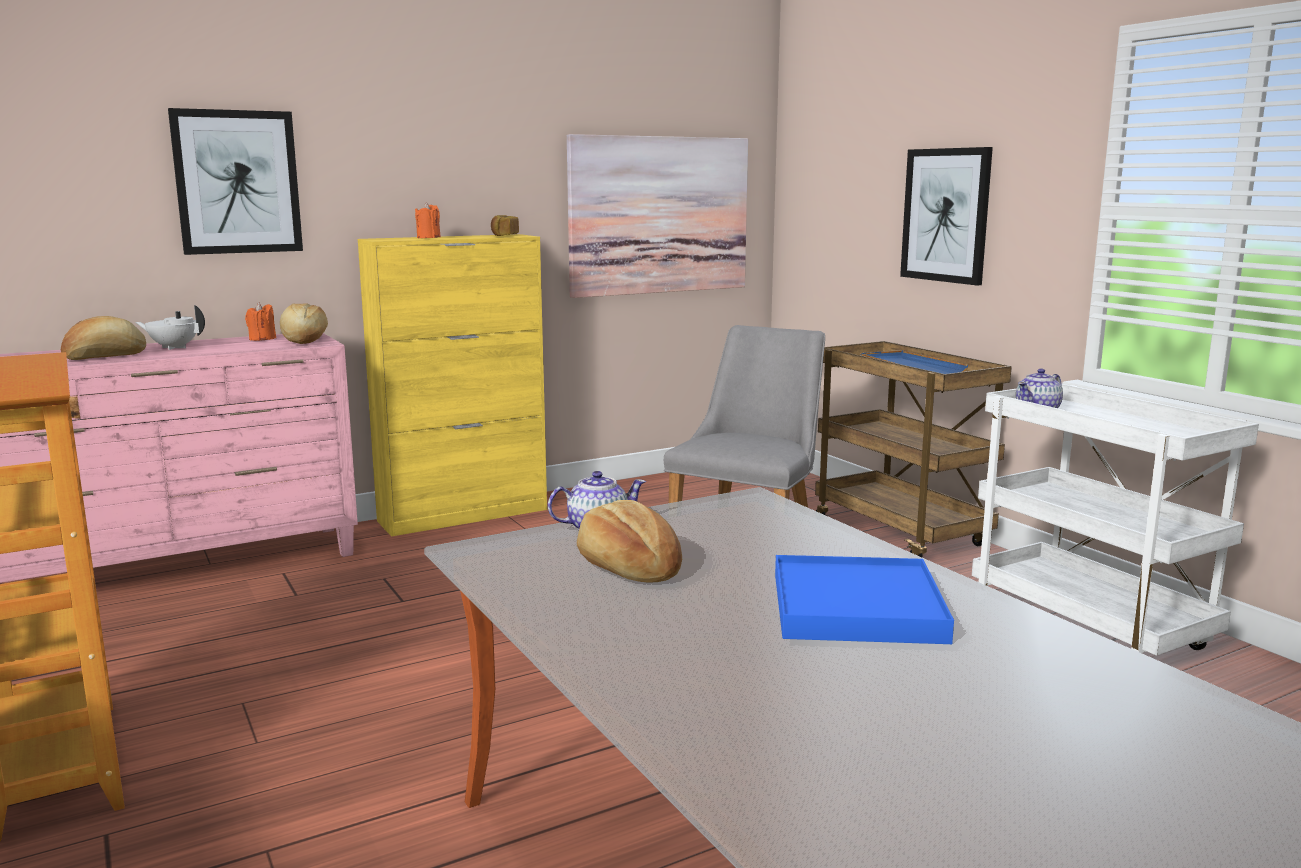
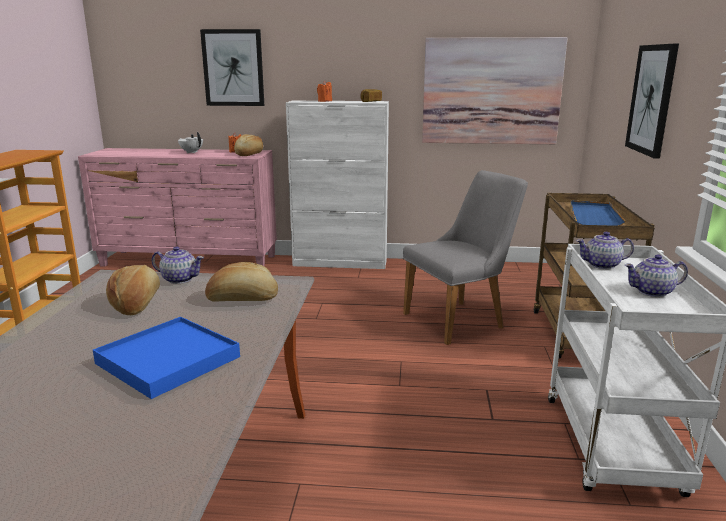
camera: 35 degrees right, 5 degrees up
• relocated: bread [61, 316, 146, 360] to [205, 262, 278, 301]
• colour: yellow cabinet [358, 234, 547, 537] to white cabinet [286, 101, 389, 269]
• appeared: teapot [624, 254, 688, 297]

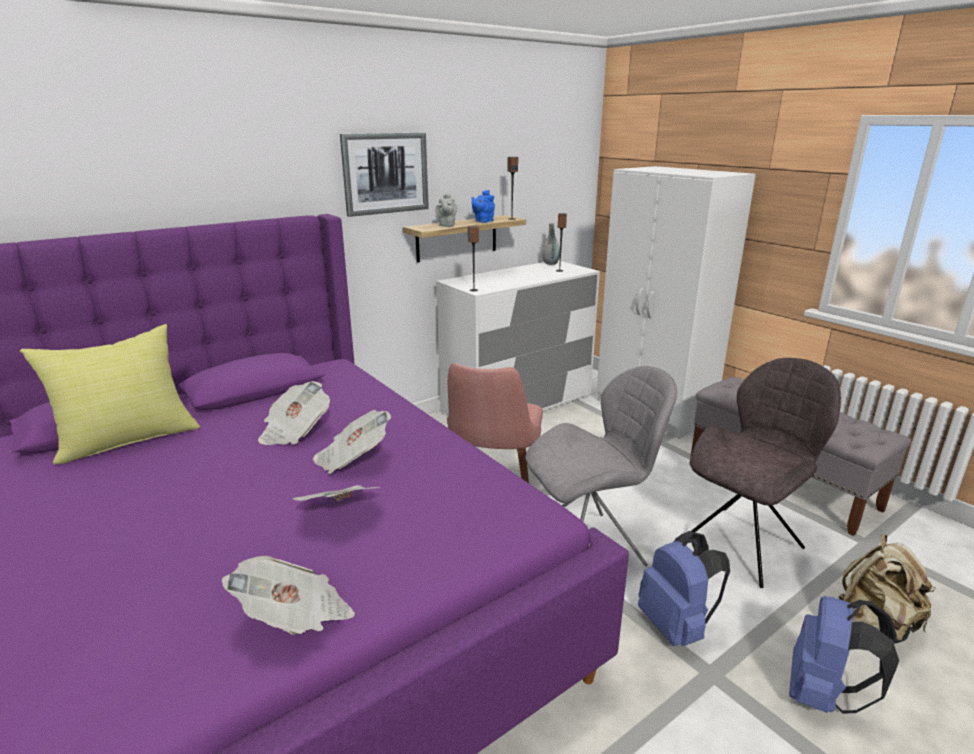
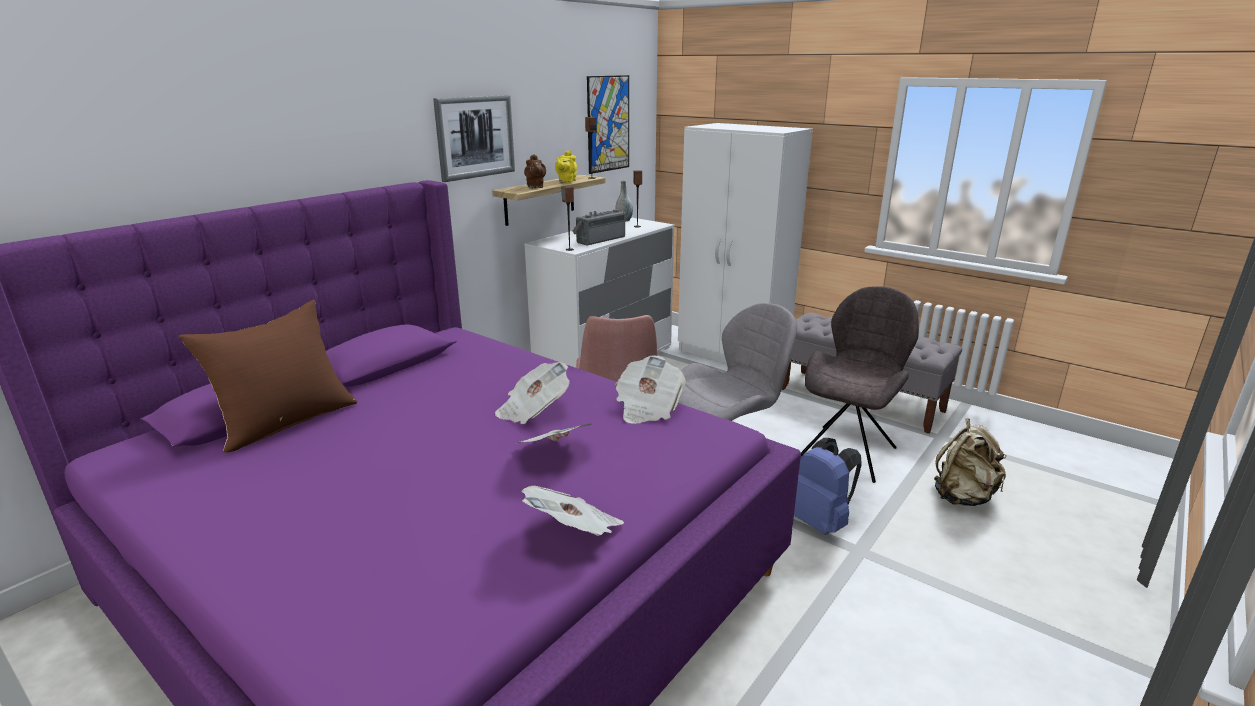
camera: 15 degrees left, 0 degrees up
• colour: yellow pillow [20, 324, 200, 464] to brown pillow [178, 300, 357, 453]
• relocated: newspaper [258, 381, 330, 445] to [615, 355, 686, 424]
• colour: grey teapot [435, 193, 457, 227] to brown teapot [524, 154, 546, 188]
• colour: blue teapot [472, 190, 495, 223] to yellow teapot [555, 150, 577, 183]
• missing: blue backpack [789, 596, 899, 714]
• appeared: radio [573, 209, 625, 246]
• appeared: picture [587, 75, 629, 174]

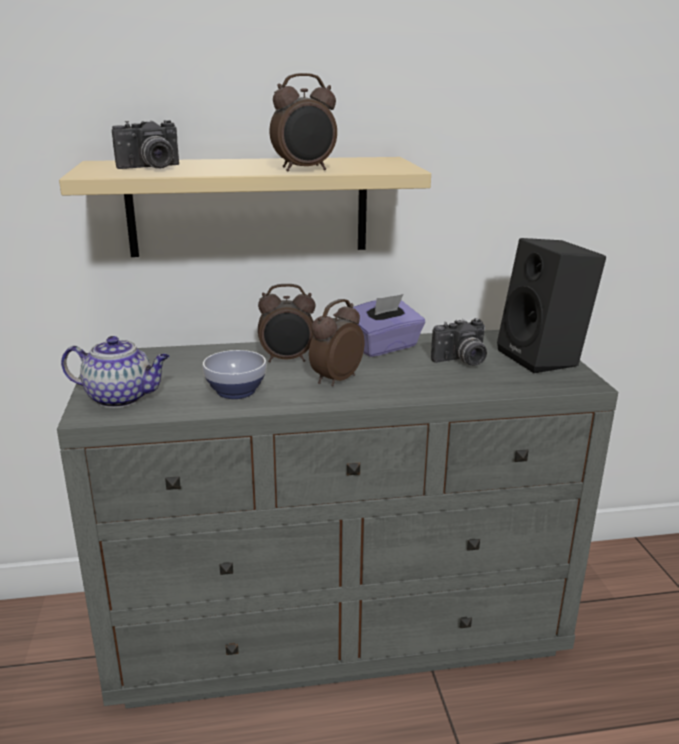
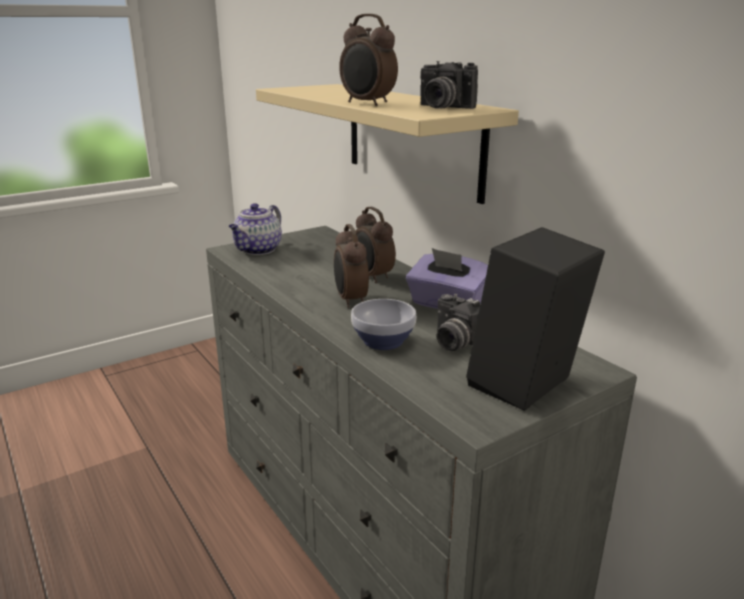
camera: 65 degrees right, 0 degrees up
• spun: teapot [61, 336, 170, 408] = [229, 203, 282, 255] 45 degrees clockwise
• relocated: photo camera [112, 120, 179, 169] to [421, 61, 478, 109]
• relocated: bowl [202, 350, 267, 399] to [351, 299, 417, 350]
• spun: alarm clock [309, 299, 364, 386] = [334, 224, 369, 308] 120 degrees counterclockwise

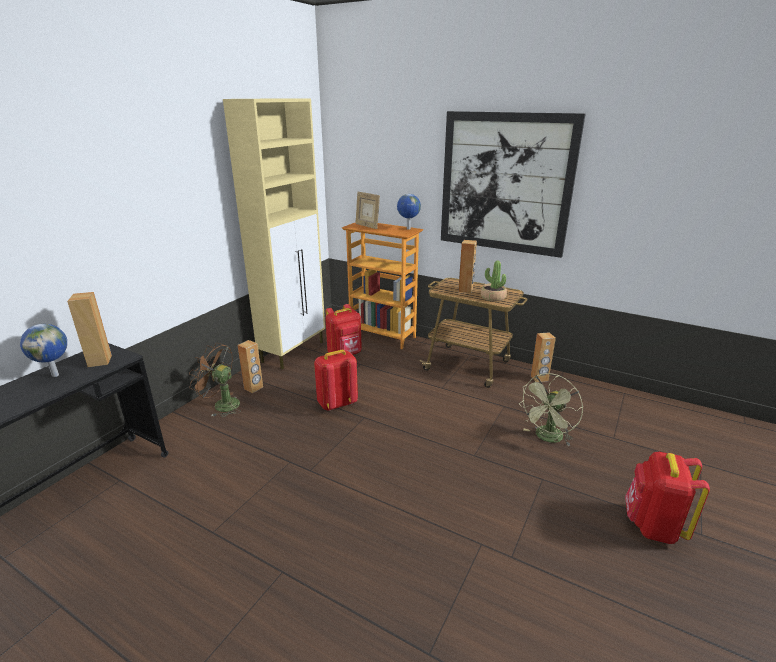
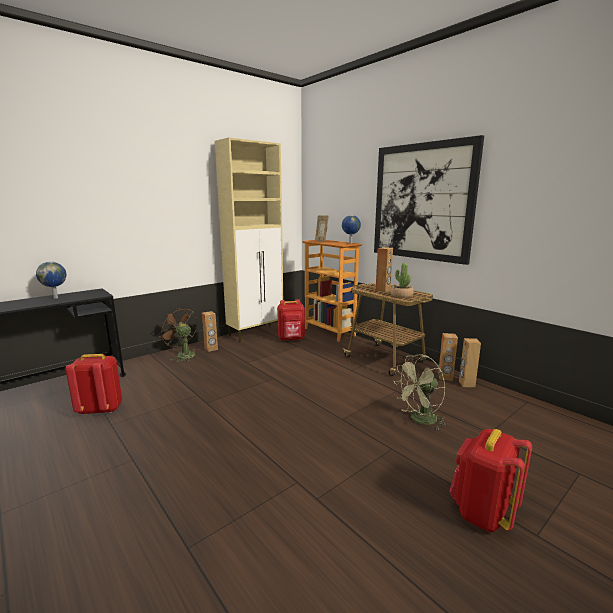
camera: 20 degrees right, 10 degrees down
• relocated: brown speaker [67, 292, 112, 367] to [459, 338, 481, 388]
• relocated: red backpack [314, 350, 358, 411] to [66, 354, 122, 415]

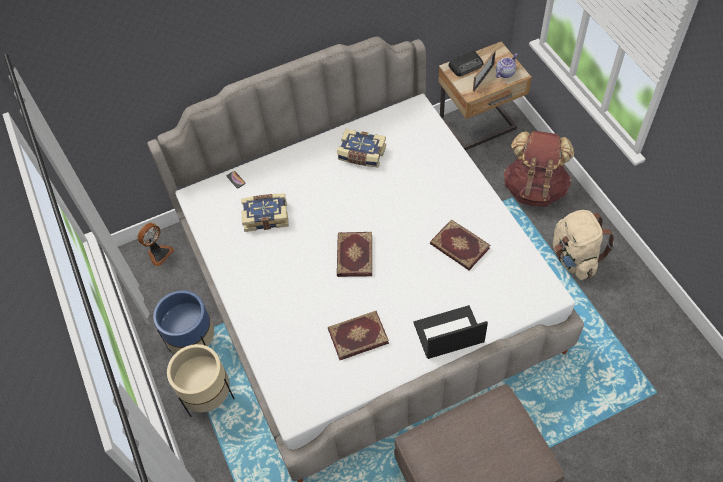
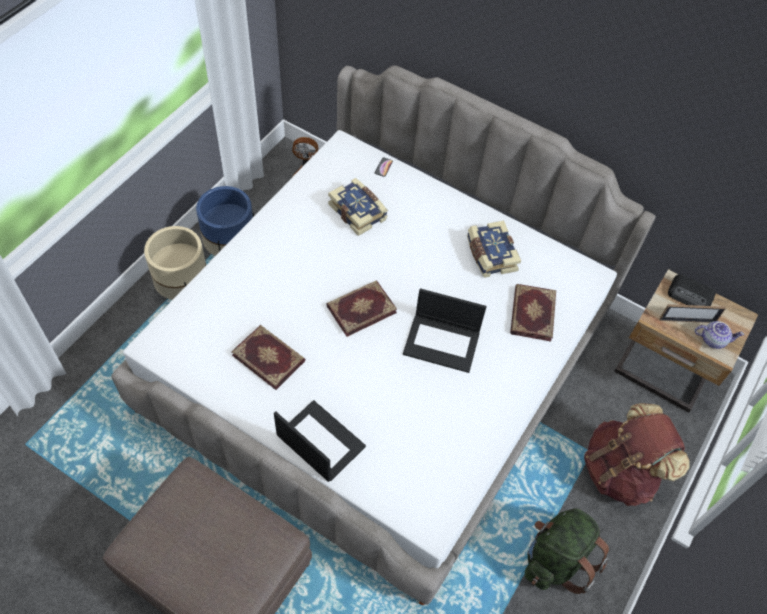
camera: 50 degrees right, 0 degrees up
• relocated: book [430, 219, 490, 270] to [510, 284, 556, 341]
• colour: beige backpack [553, 210, 614, 280] to green backpack [525, 508, 609, 594]
• appeared: laptop [403, 288, 486, 373]

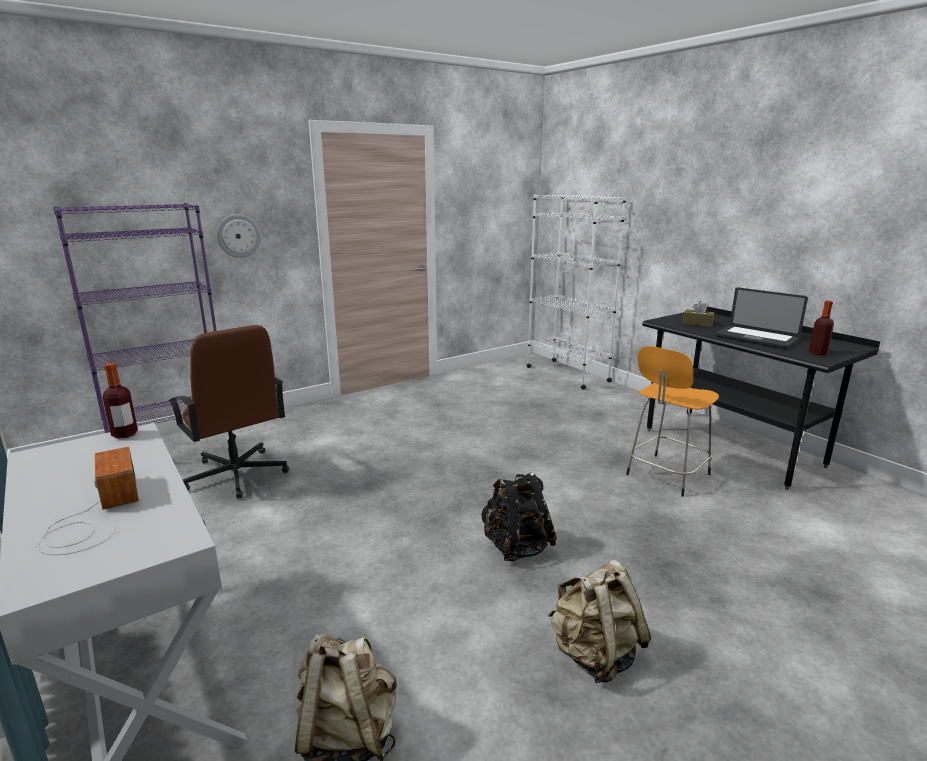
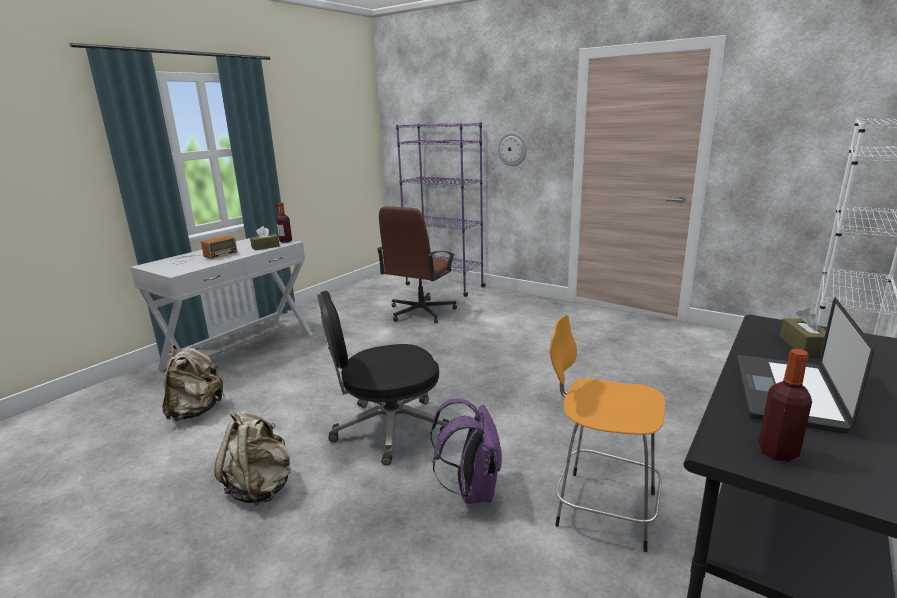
camera: 70 degrees right, 0 degrees up
• exchanged: black backpack [481, 472, 557, 561] to black office chair [317, 291, 449, 466]
• appeared: brown tissue box [250, 226, 280, 250]
• appeared: purple backpack [430, 398, 502, 504]

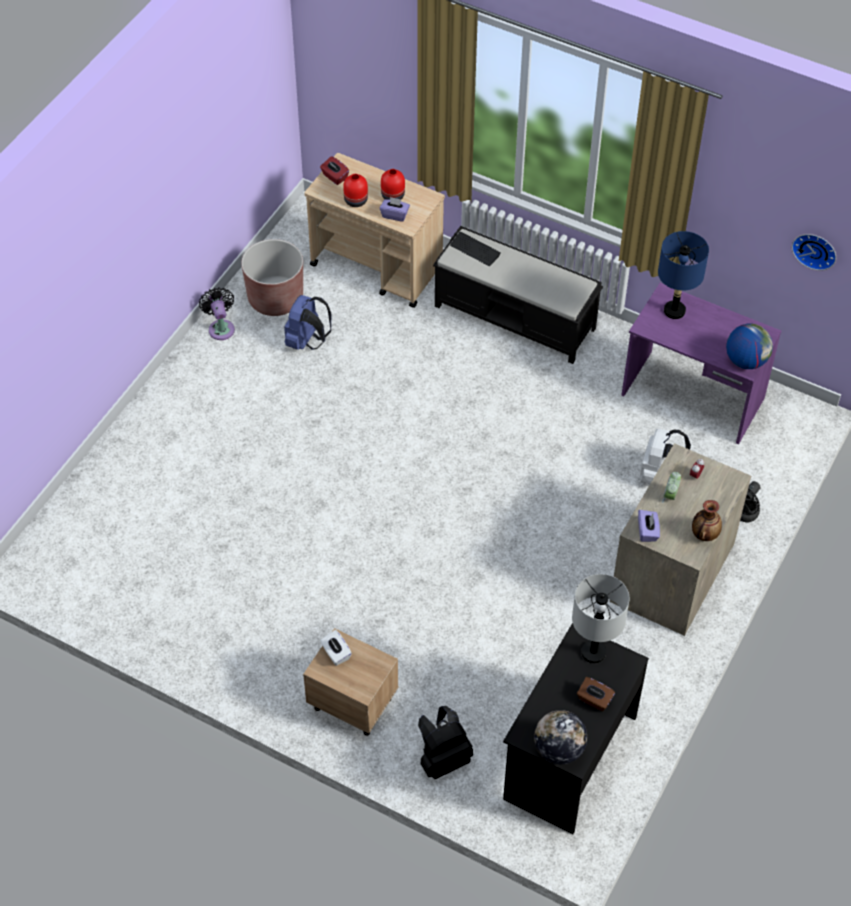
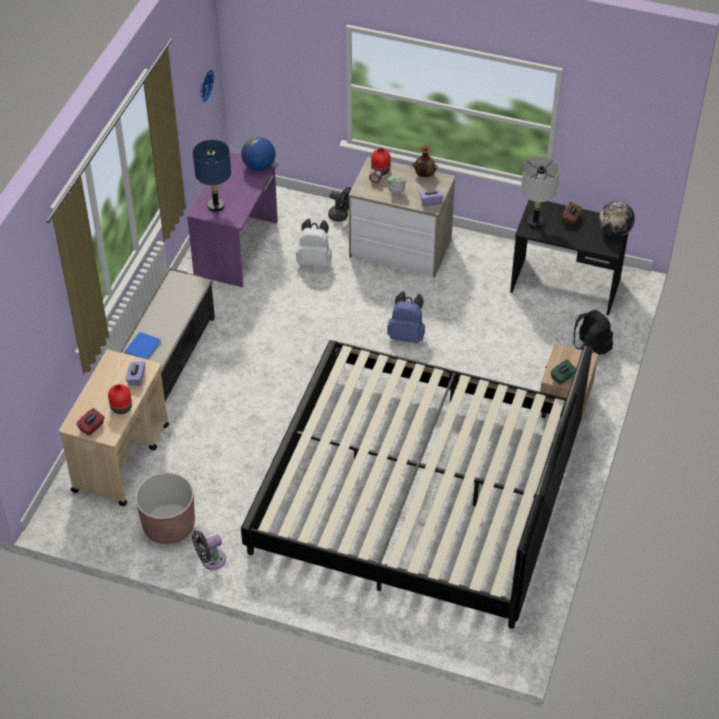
camera: 100 degrees left, 5 degrees down
• relocated: blue backpack [284, 295, 331, 350] to [387, 291, 425, 344]
• colour: white tissue box [320, 630, 352, 666] to green tissue box [551, 360, 576, 385]
• relocated: red vase [381, 169, 405, 200] to [371, 148, 391, 175]
• exchanged: keyboard [450, 232, 501, 266] to blue book [124, 332, 161, 359]
• appeared: bed [241, 340, 593, 629]

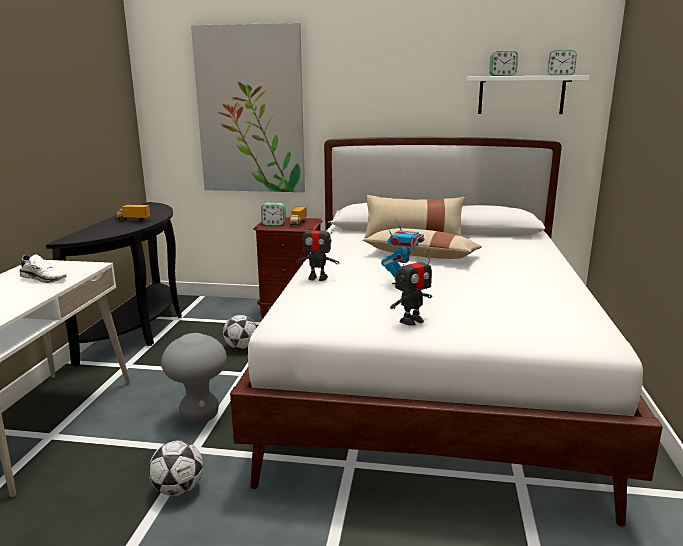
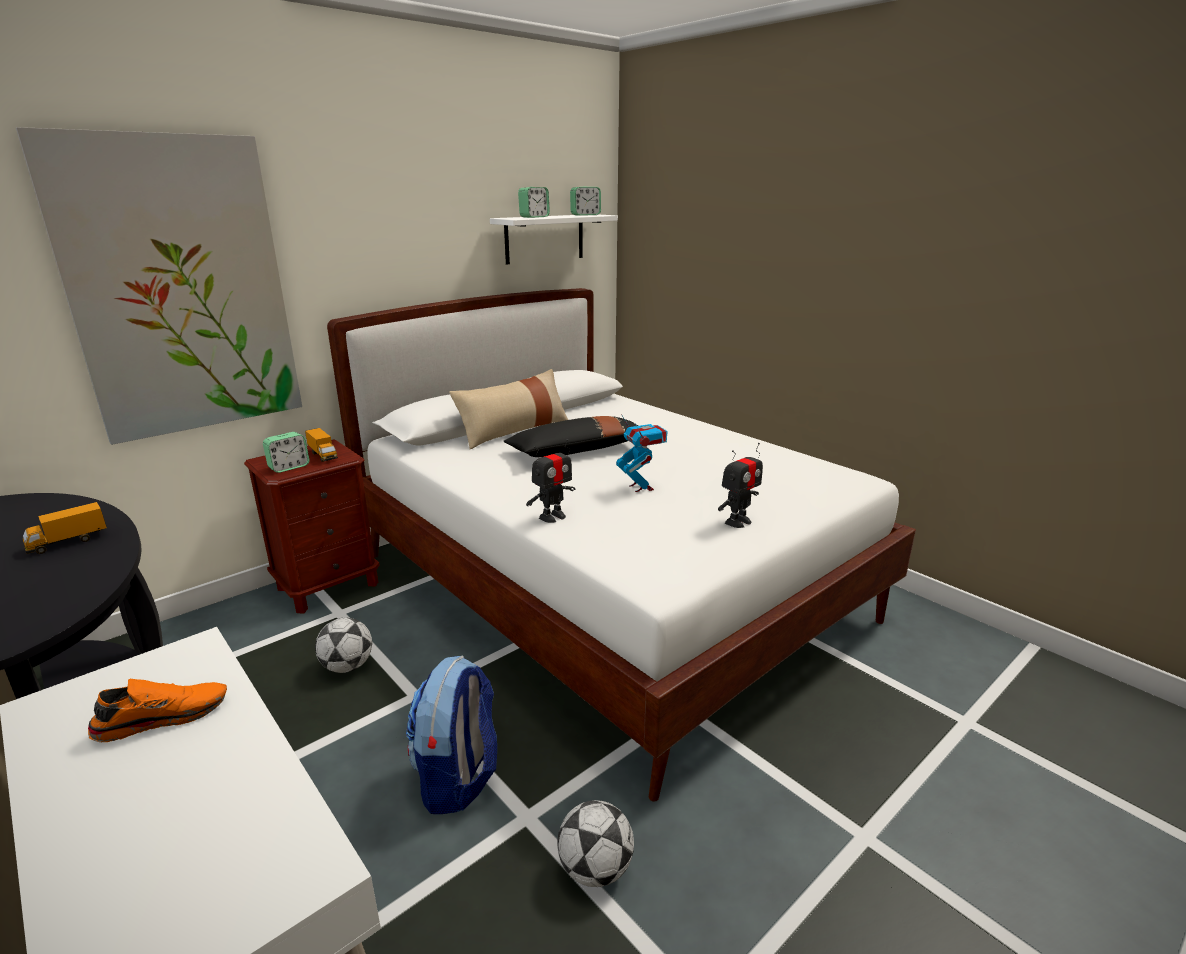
camera: 50 degrees left, 5 degrees up
• colour: white shoe [20, 255, 67, 283] to orange shoe [88, 679, 227, 742]
• exchanged: grey stool [161, 333, 227, 424] to backpack [406, 656, 497, 814]
• colour: beige pillow [363, 228, 482, 259] to black pillow [504, 416, 639, 457]
• spun: toy robot [390, 250, 432, 326] = [718, 443, 763, 528] 45 degrees clockwise

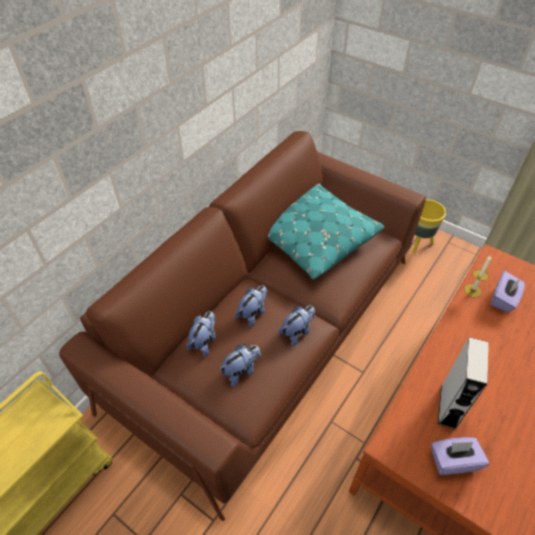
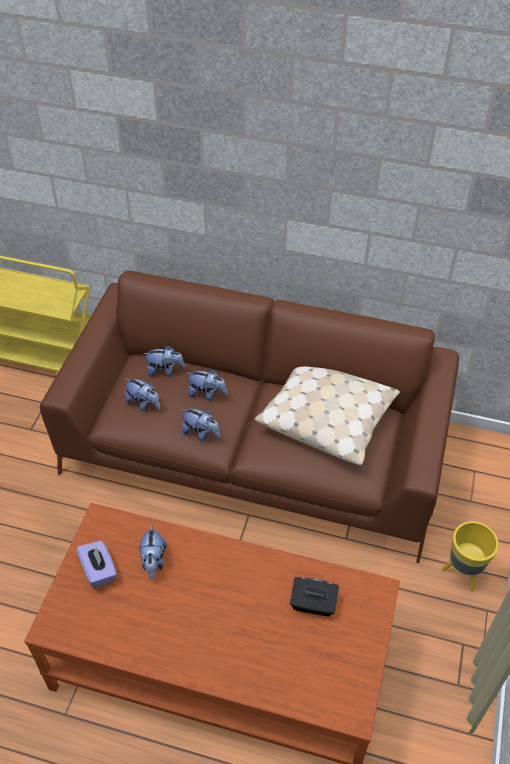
camera: 70 degrees right, 0 degrees up
• colour: turquoise pillow [268, 183, 384, 279] to beige pillow [255, 367, 400, 465]
• exchanged: grey speaker [438, 337, 489, 429] to plush toy [139, 525, 167, 581]
• missing: candle [464, 255, 491, 298]
• colour: purple tissue box [491, 271, 525, 312] to black tissue box [290, 577, 339, 617]

